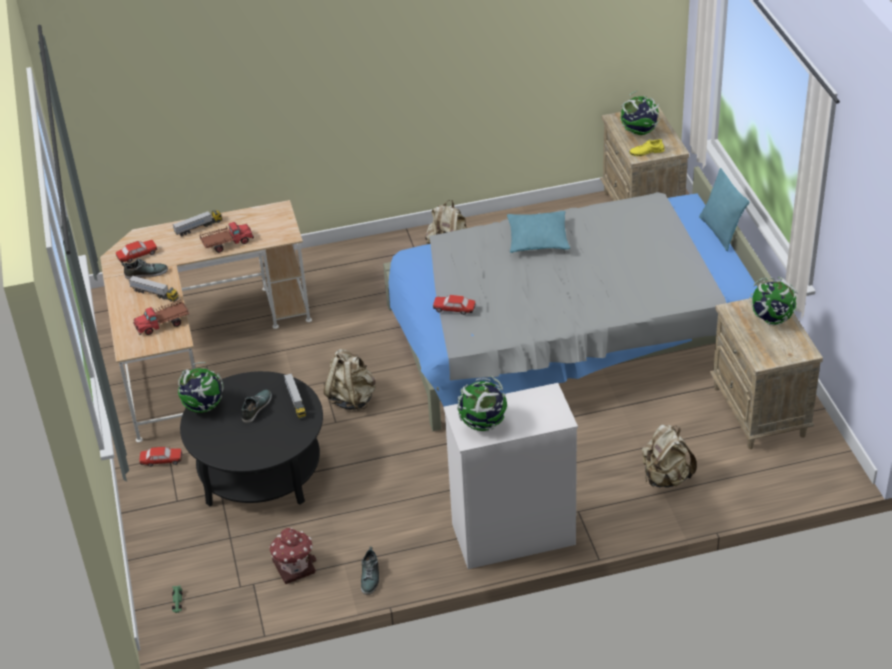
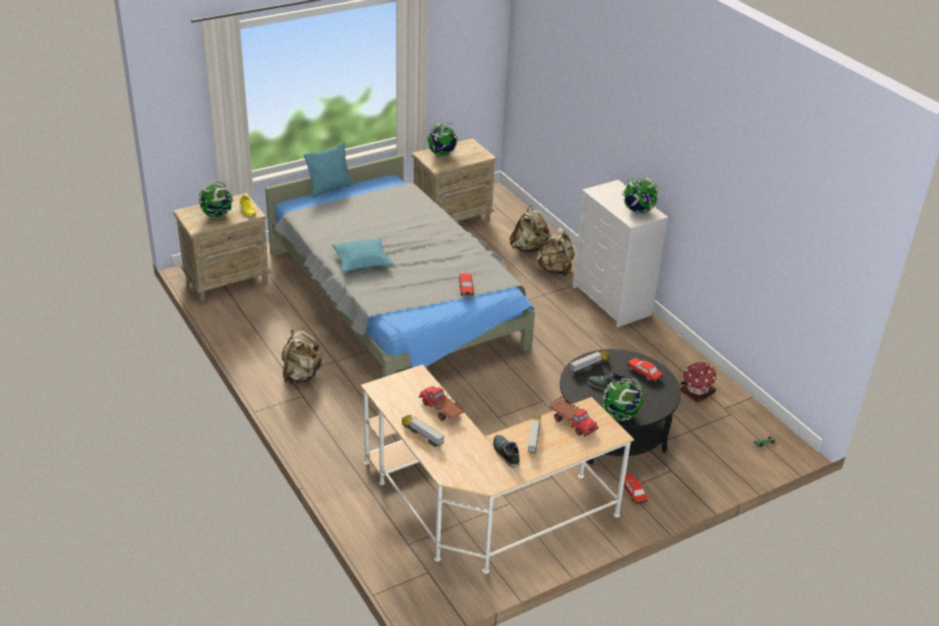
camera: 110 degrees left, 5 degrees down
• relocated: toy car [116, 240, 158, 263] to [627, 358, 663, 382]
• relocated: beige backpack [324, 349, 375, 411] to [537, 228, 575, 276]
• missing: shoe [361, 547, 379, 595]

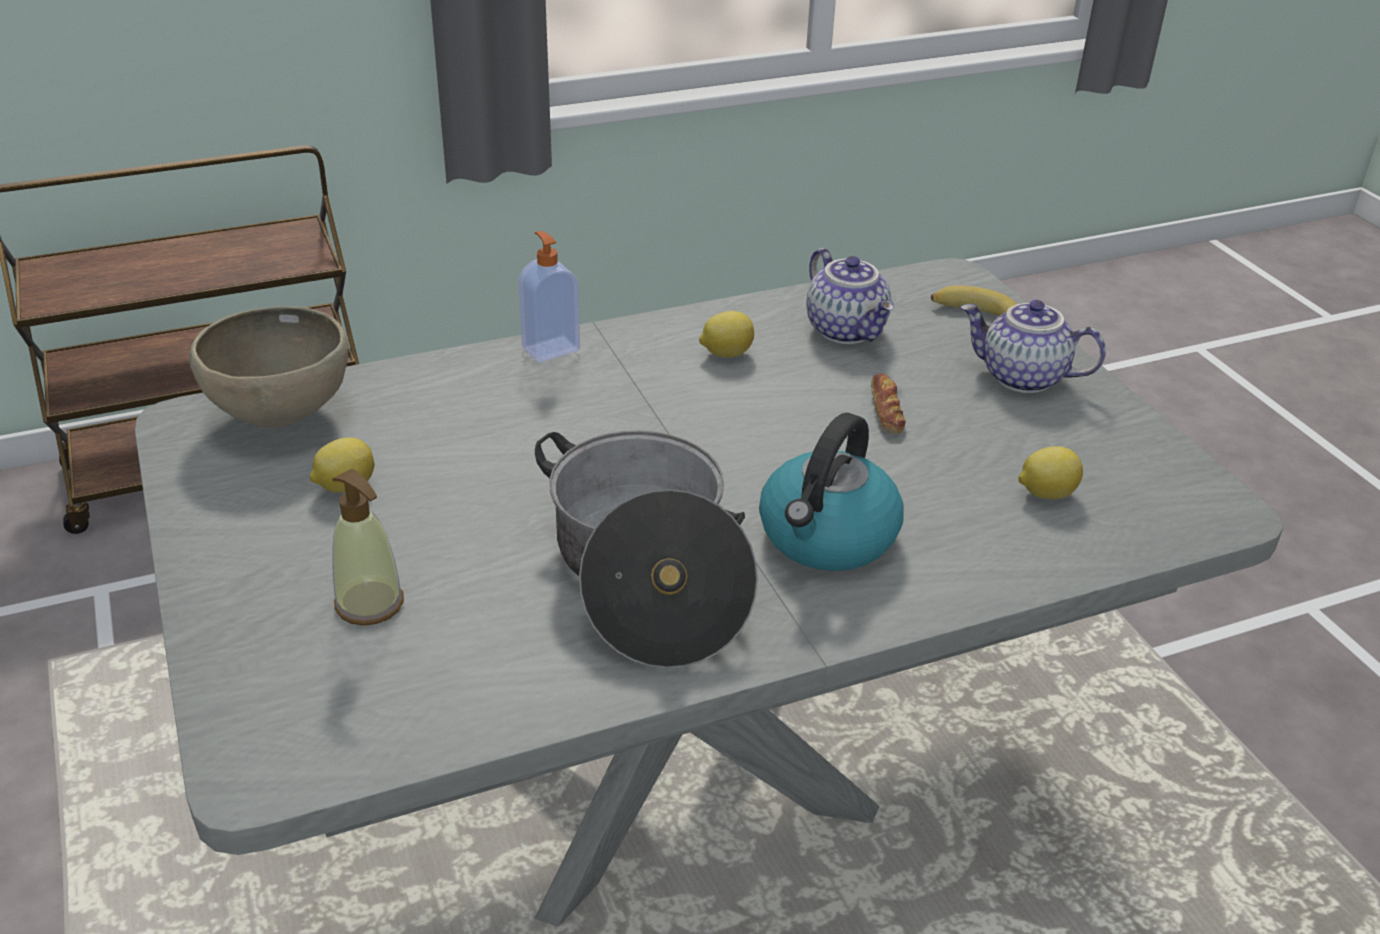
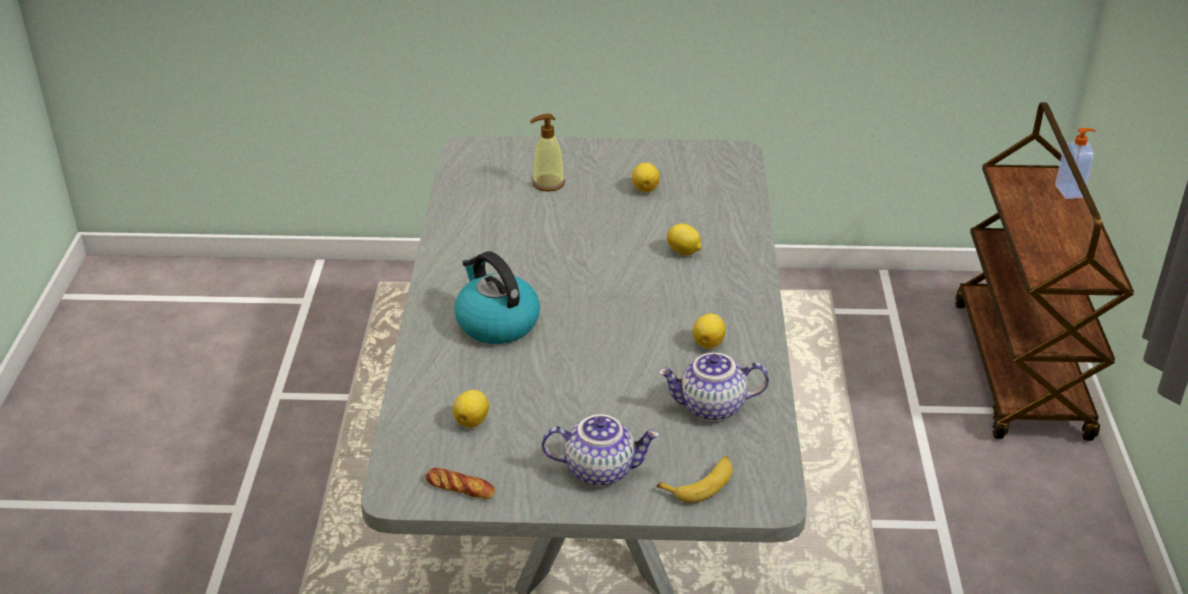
camera: 115 degrees right, 0 degrees up
• missing: brown bowl [189, 306, 349, 428]
• relocated: soap dispenser [518, 231, 580, 362] to [1055, 128, 1095, 199]
• missing: cooking pot [535, 431, 758, 668]
• relocated: bread [871, 373, 906, 434] to [426, 468, 495, 499]
• spun: teapot [961, 300, 1106, 393] = [541, 414, 660, 486] 45 degrees clockwise
• appeared: lemon [667, 224, 701, 255]

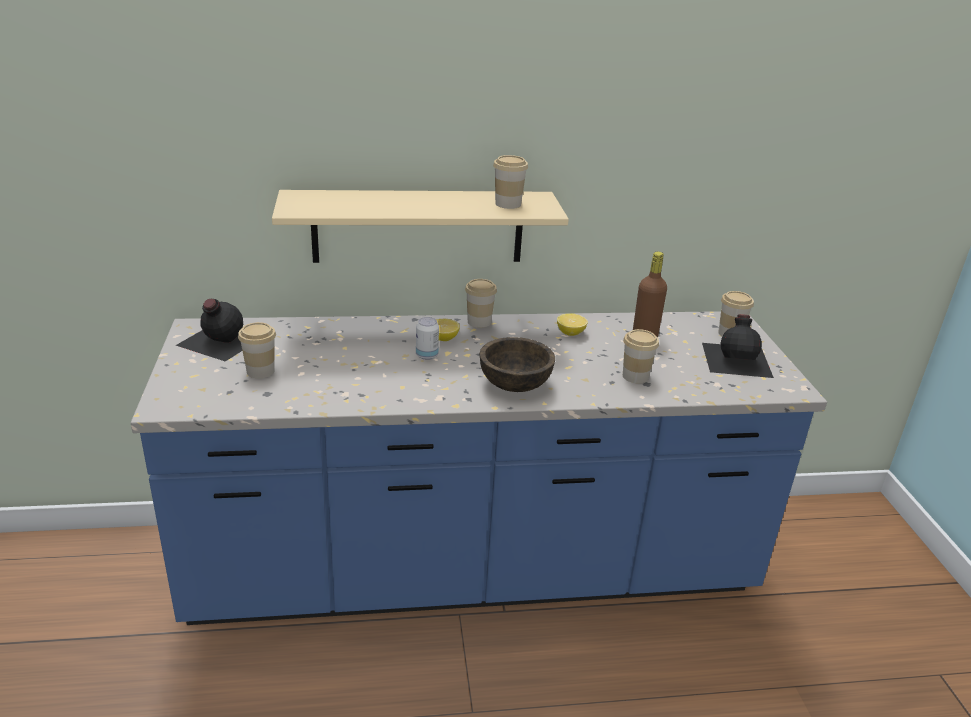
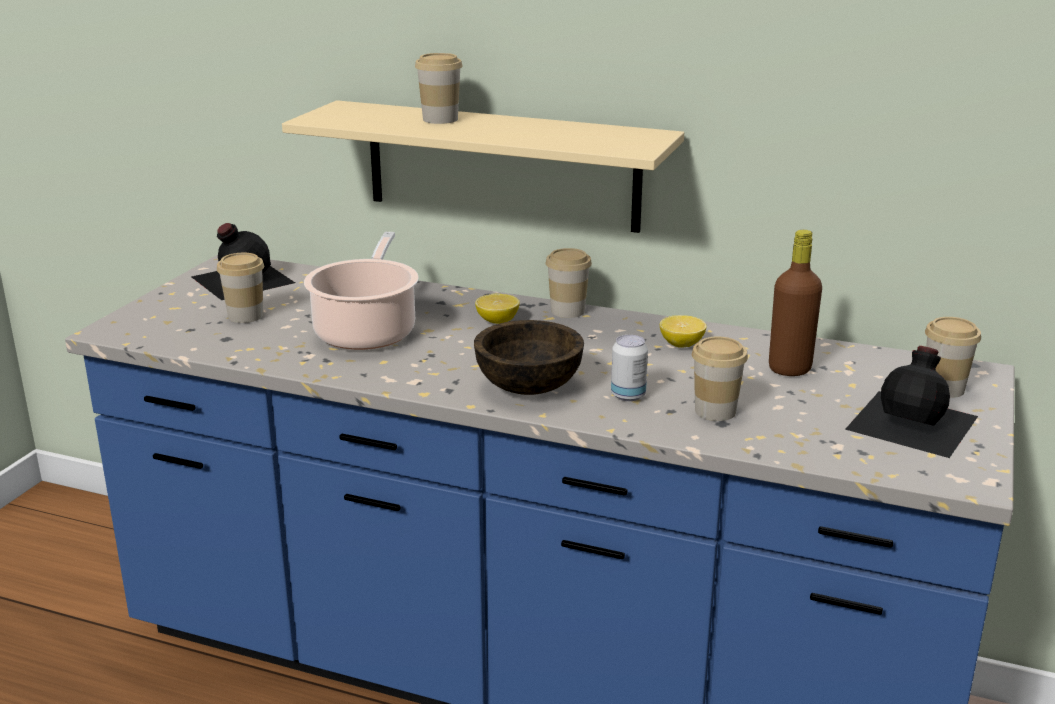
camera: 30 degrees right, 5 degrees down
• relocated: can [416, 317, 439, 360] to [611, 335, 648, 401]
• relocated: cup [493, 155, 528, 209] to [415, 53, 463, 124]
• appeared: cooking pot [304, 232, 419, 350]

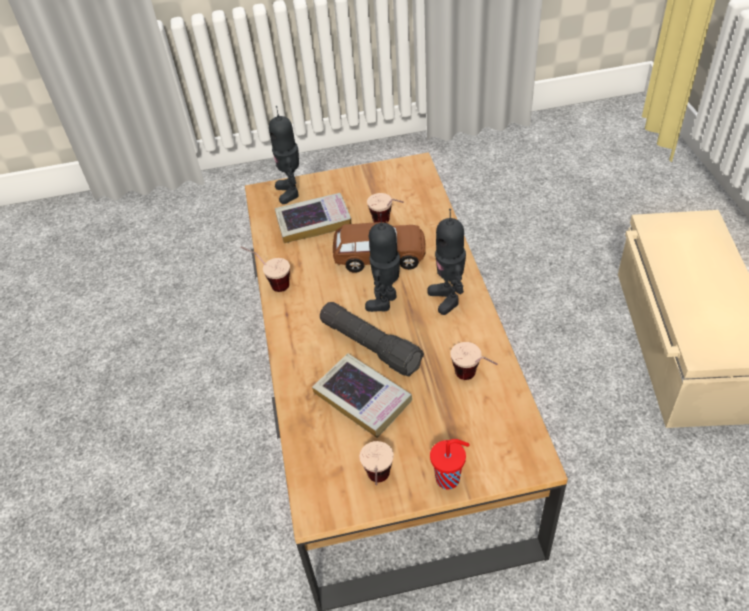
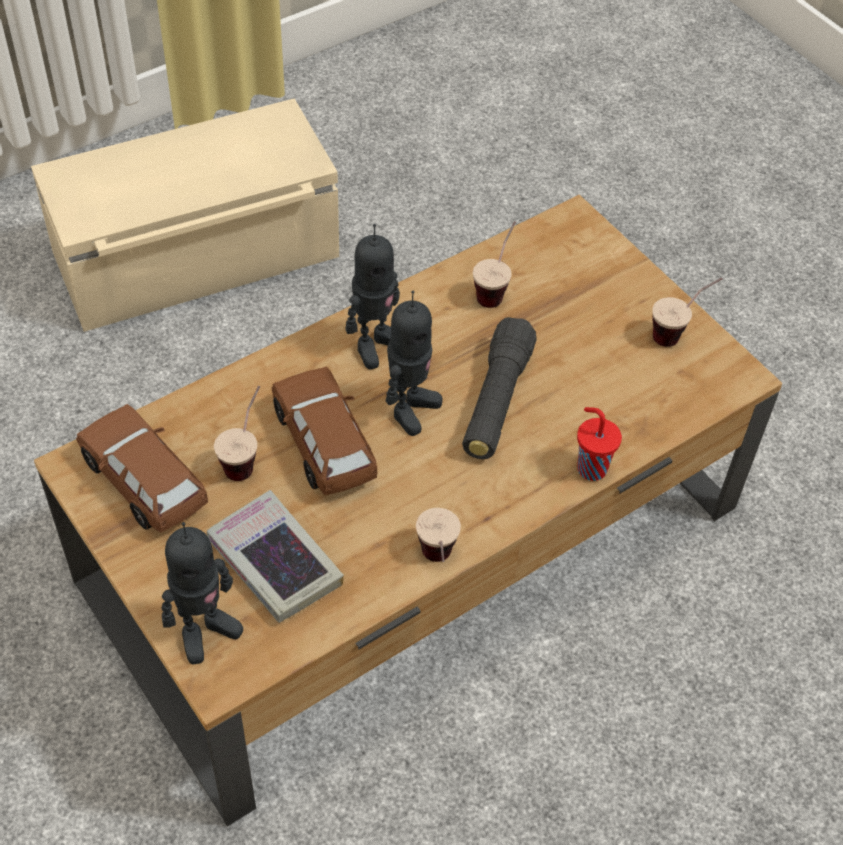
camera: 120 degrees left, 5 degrees up
• missing: book [312, 353, 412, 438]
• spun: toy robot [365, 213, 400, 312] = [385, 291, 443, 436] 60 degrees counterclockwise
• relocated: red cup [430, 439, 469, 489] to [577, 407, 622, 481]
• appeared: brown toy car [76, 404, 208, 533]

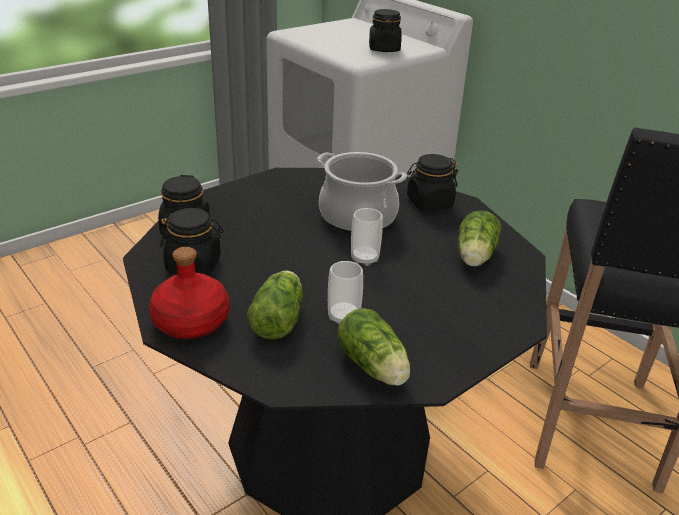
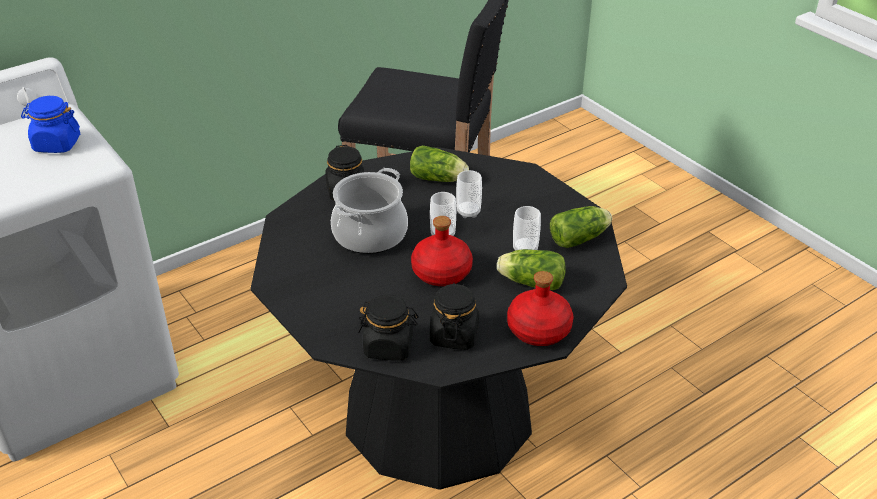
camera: 85 degrees left, 5 degrees up
• colour: black jar [369, 9, 402, 52] to blue jar [21, 96, 80, 153]
• appeared: red bottle [411, 216, 473, 286]
• appeared: cup [456, 170, 482, 218]

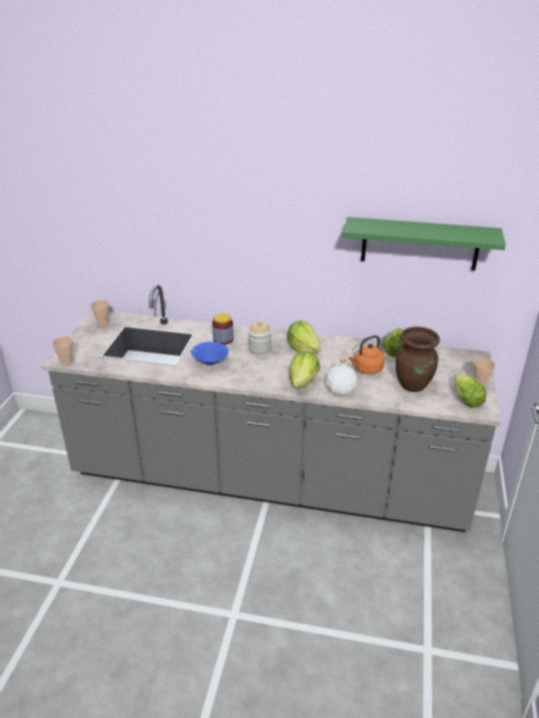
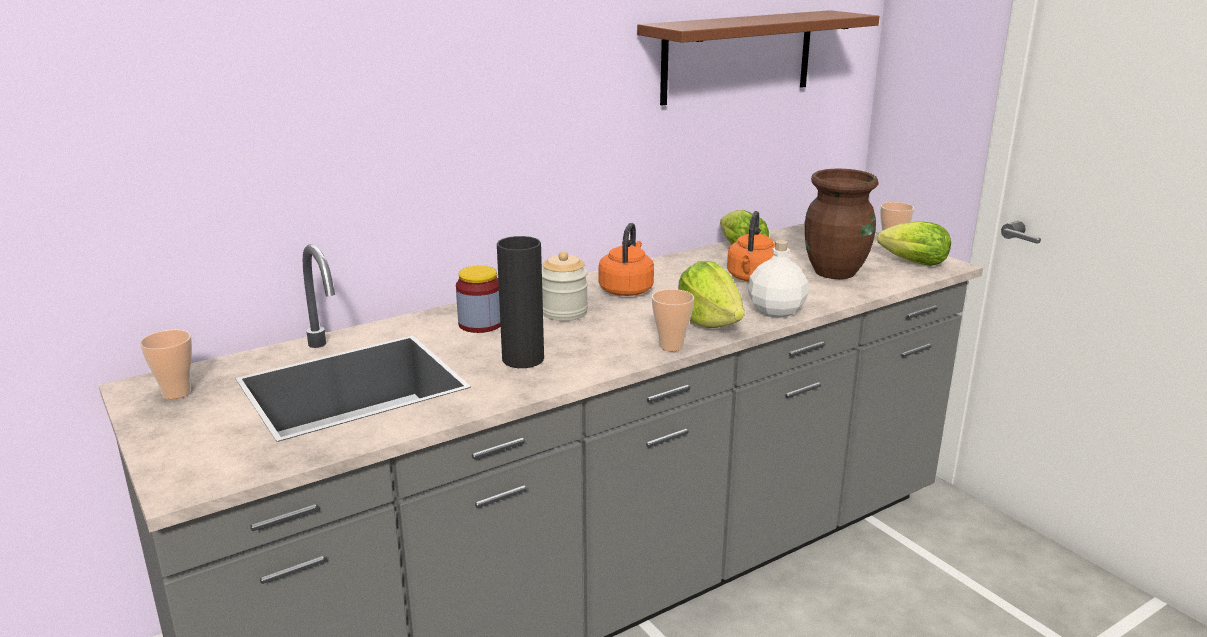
camera: 45 degrees left, 10 degrees down
• relocated: cup [52, 336, 73, 365] to [652, 289, 694, 351]
• exchanged: blue bowl [191, 342, 229, 365] to black vase [497, 236, 544, 368]
• exchanged: lettuce [287, 321, 321, 353] to orange kettle [598, 223, 654, 296]
• colour: green shelf [343, 217, 506, 270] to brown shelf [637, 10, 880, 105]

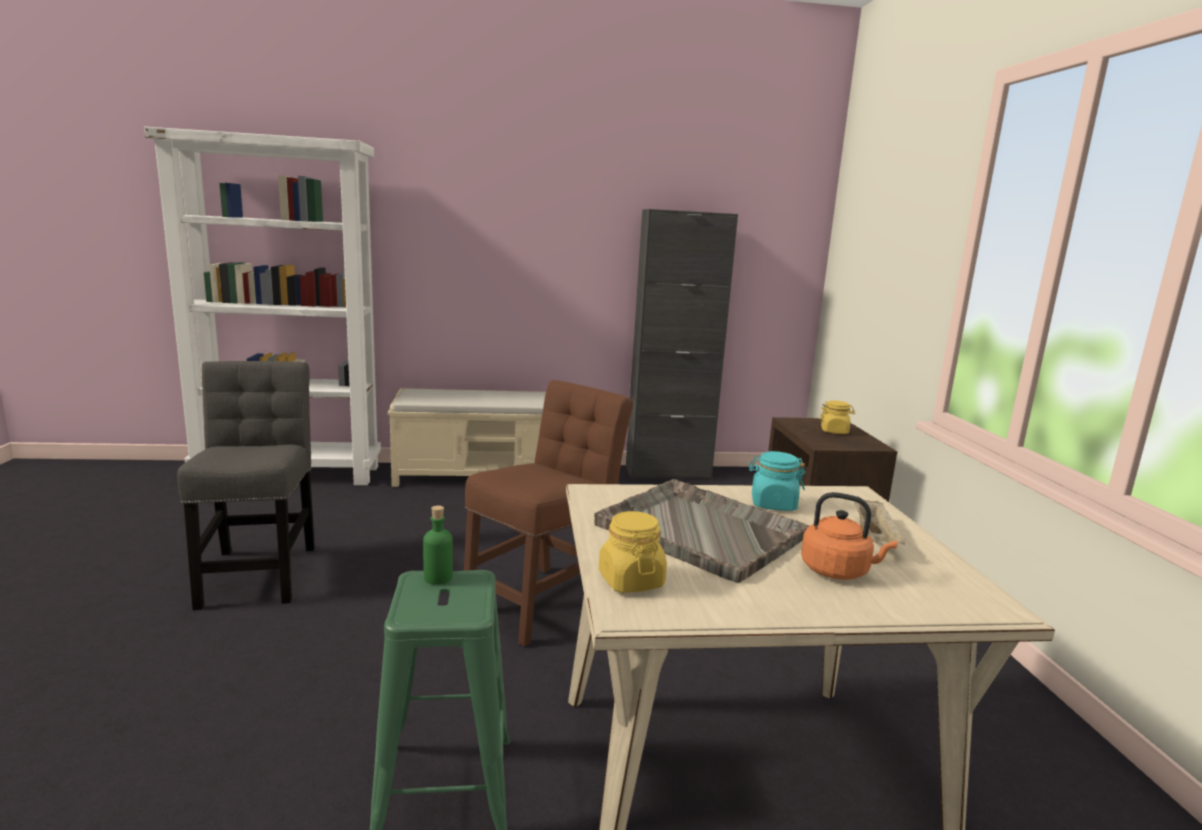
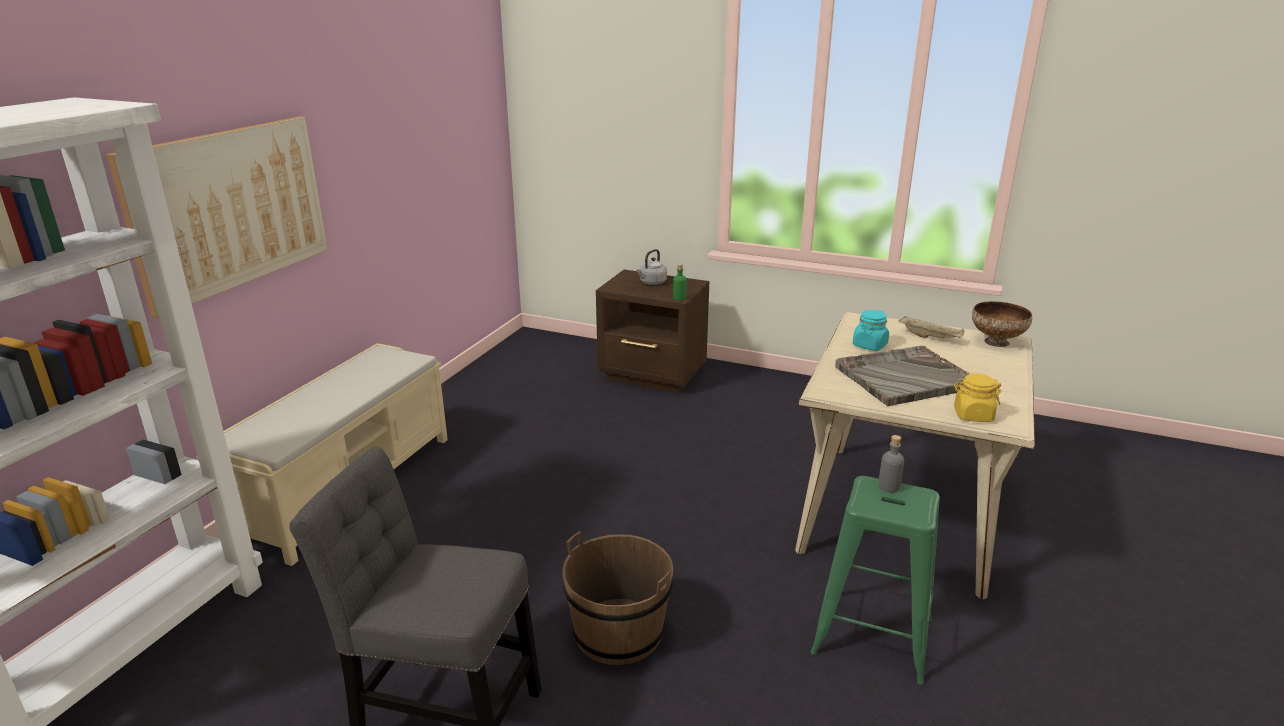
camera: 60 degrees left, 10 degrees up
• relocated: green bottle [423, 506, 453, 585] to [673, 264, 687, 301]
• missing: brown chair [464, 380, 633, 647]
• missing: black cabinet [626, 209, 738, 480]
• missing: orange kettle [801, 492, 897, 580]
• exchanged: yellow jar [819, 401, 855, 434] to grey kettle [637, 249, 667, 285]
• appeared: picture [106, 116, 328, 318]
• appeared: brown bucket [563, 531, 673, 665]
• appeared: grey bottle [878, 435, 904, 492]
• appeared: bowl [972, 301, 1032, 347]

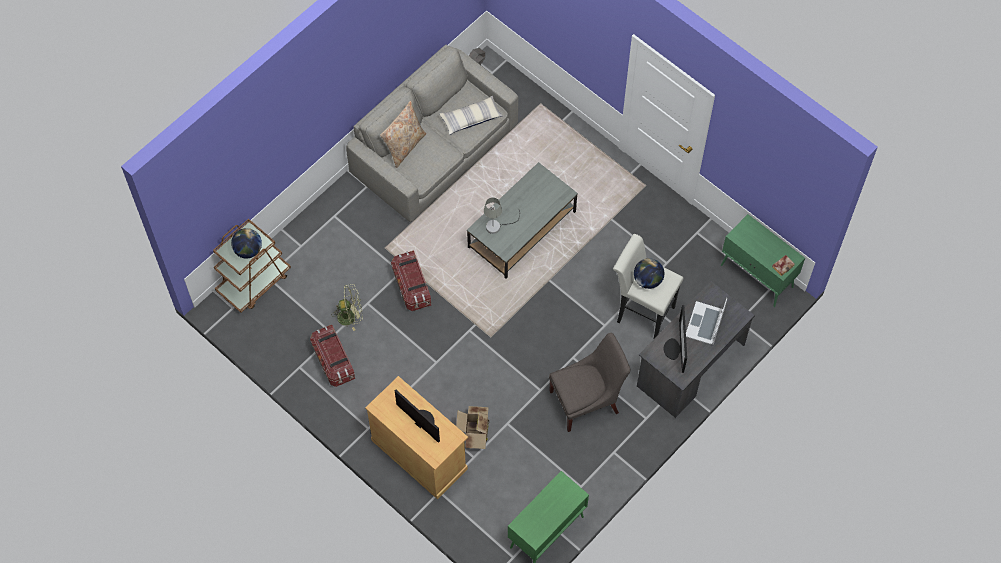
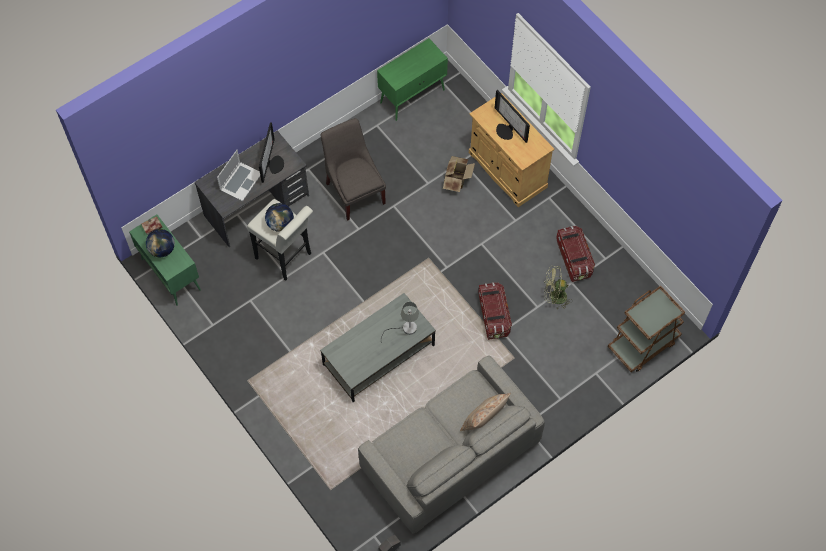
camera: 170 degrees left, 0 degrees up
• relocated: globe [231, 228, 262, 259] to [146, 229, 175, 257]
• missing: pillow [440, 96, 503, 135]
• spun: grey chair [549, 333, 630, 432] = [320, 118, 386, 221] 75 degrees clockwise

